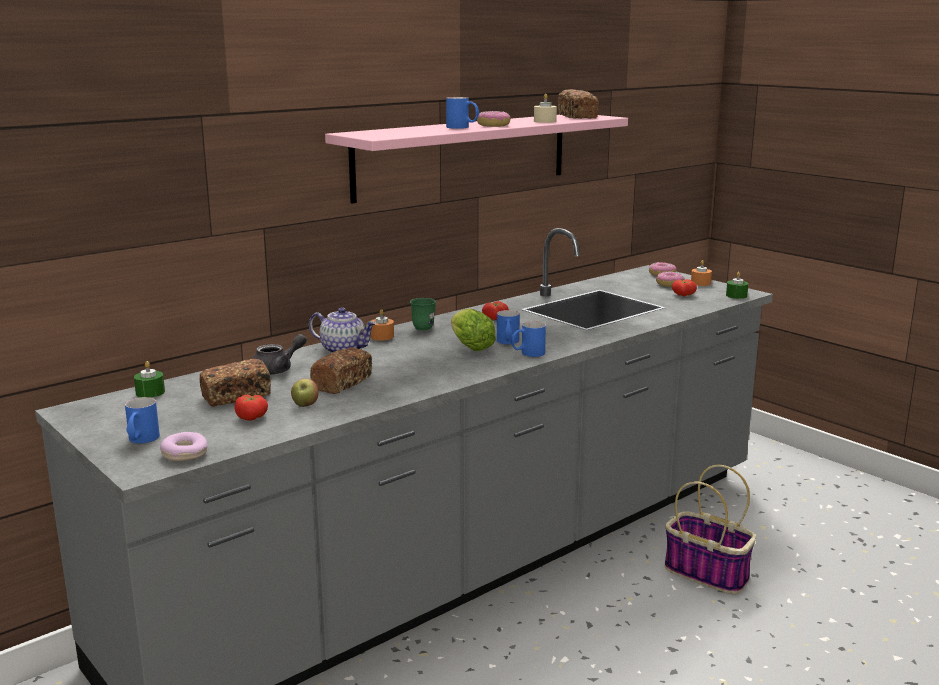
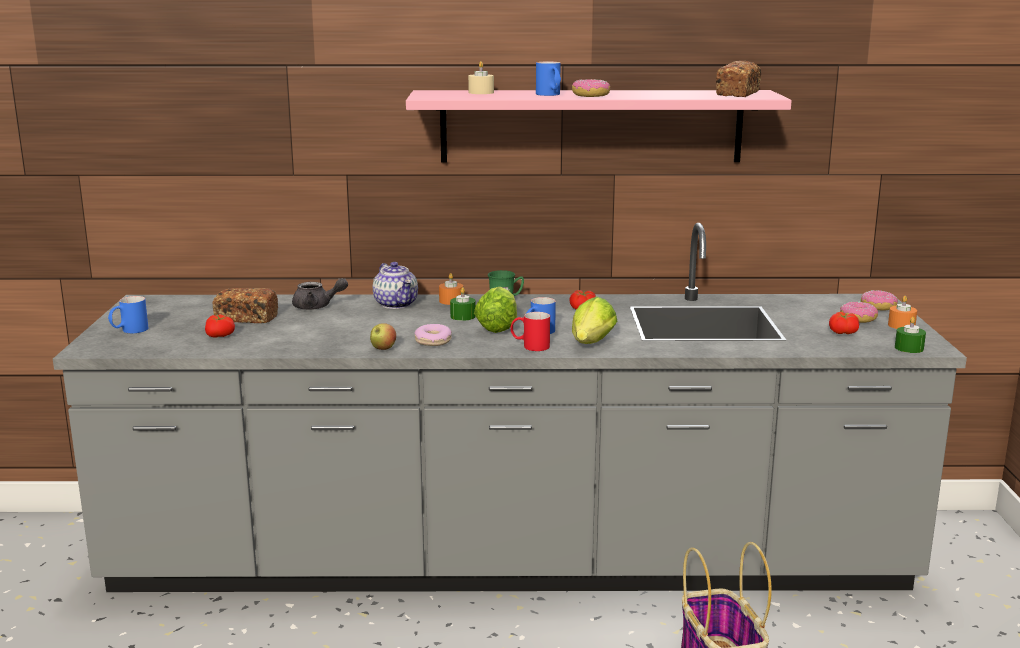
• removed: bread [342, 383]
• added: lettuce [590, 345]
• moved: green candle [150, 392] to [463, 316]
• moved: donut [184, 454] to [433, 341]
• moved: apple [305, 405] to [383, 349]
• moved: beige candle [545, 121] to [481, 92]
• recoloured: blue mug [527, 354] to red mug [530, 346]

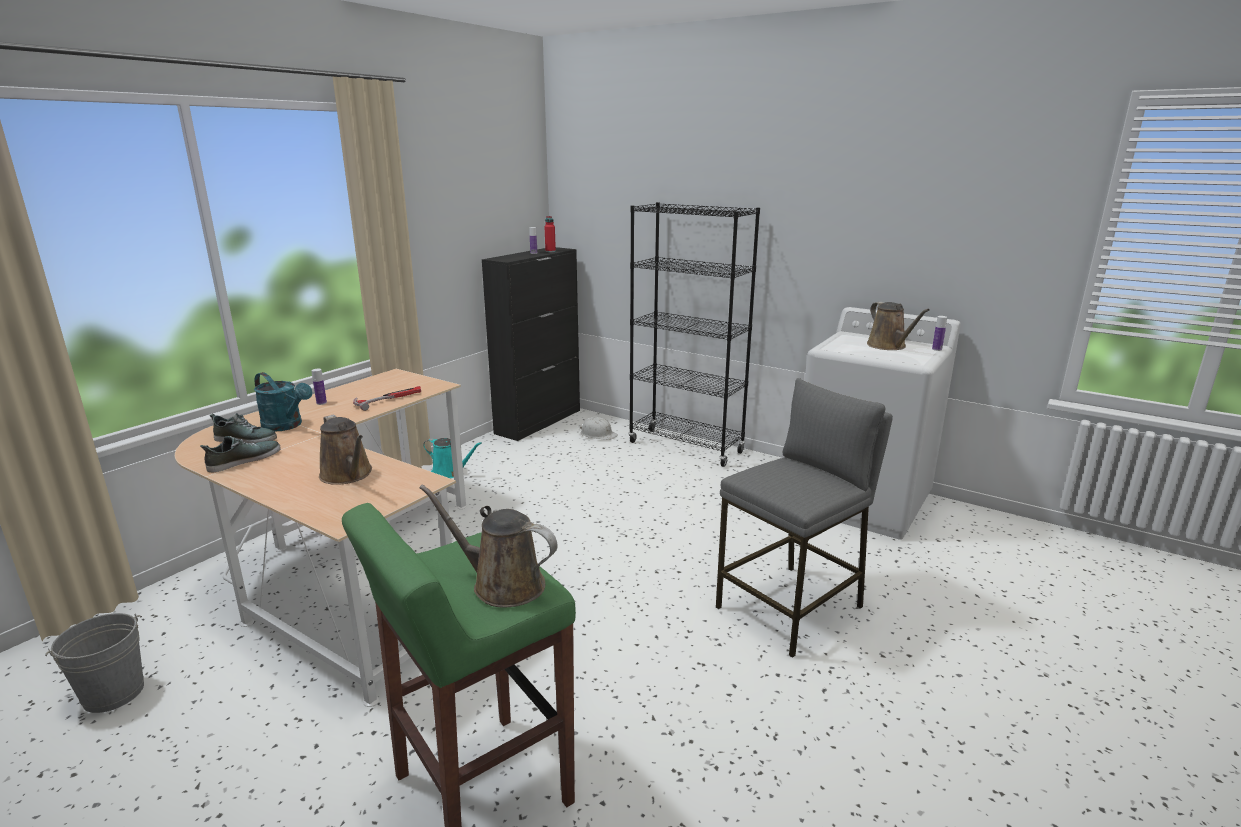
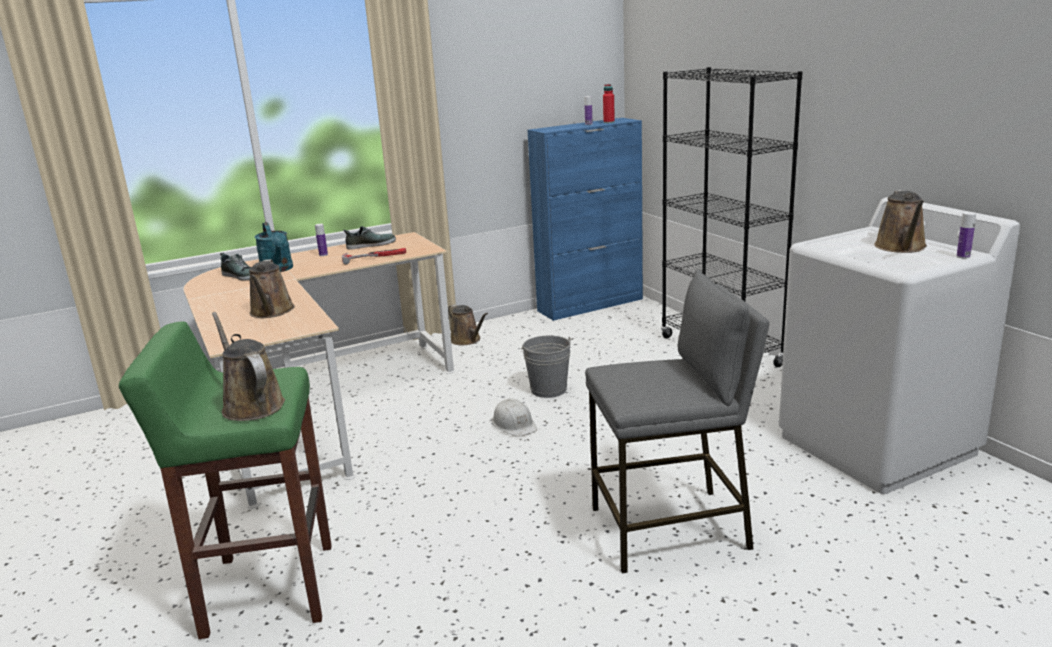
• moved: grey bucket [113, 693] to [548, 389]
• moved: shoe [244, 460] to [371, 245]
• moved: white hard hat [598, 434] to [514, 424]
• recoloured: turquoise watering can [450, 472] to brown watering can [467, 340]
• recoloured: black cabinet [539, 421] to blue cabinet [591, 305]

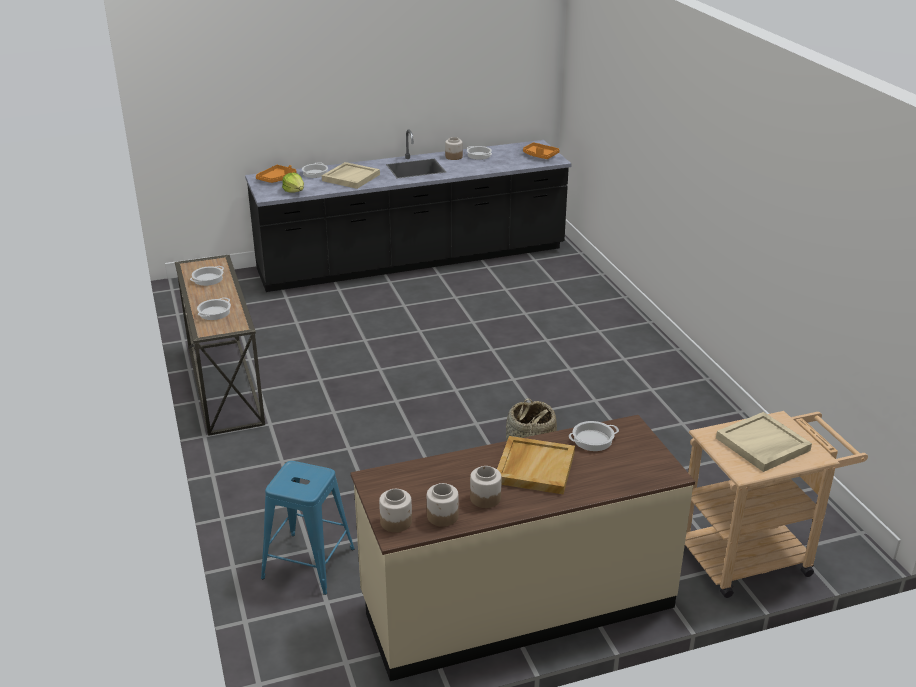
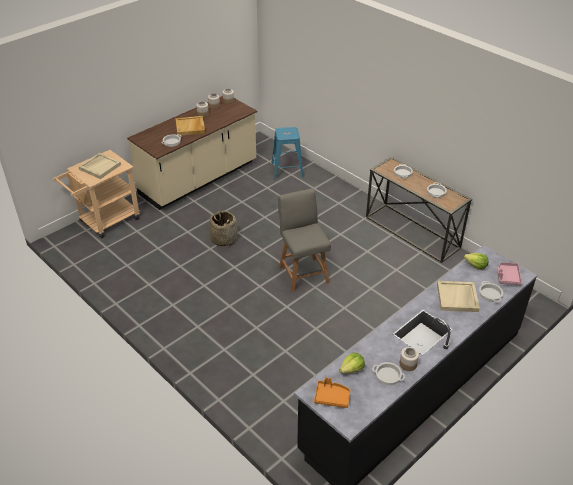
• added: grey chair [303, 273]
• added: lettuce [352, 369]
• recoloured: orange tray [276, 179] to pink tray [507, 277]

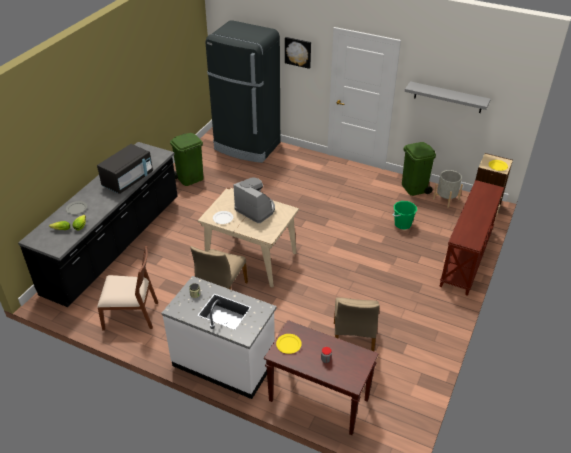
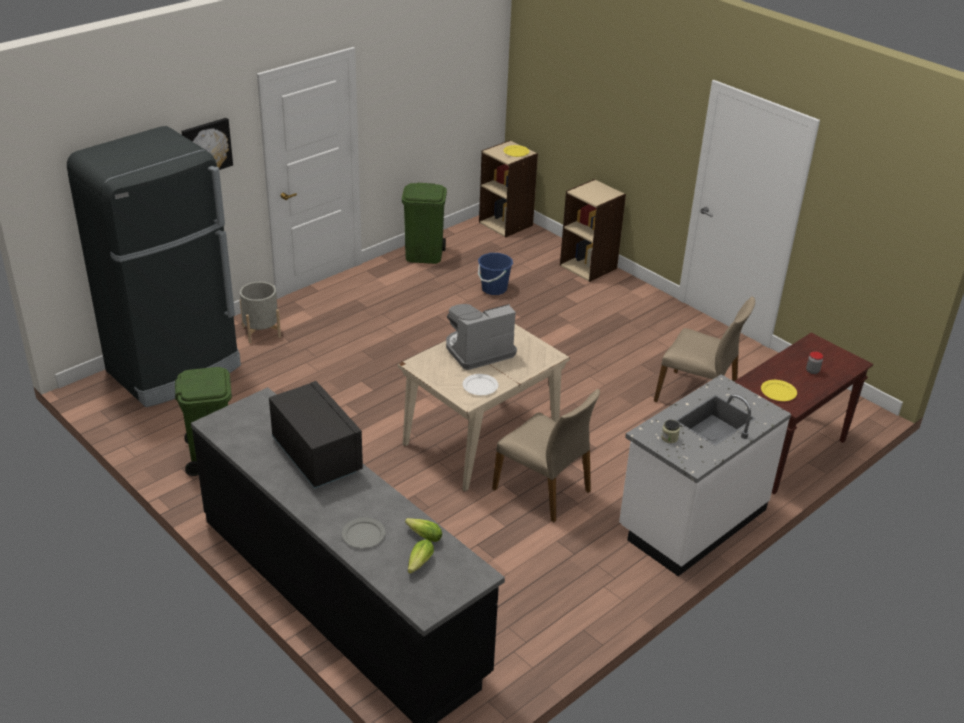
• removed: brown chair [131, 315]
• removed: grey shelf [448, 97]
• moved: grey planter [446, 199] to [261, 331]
• replaced: brown console table [467, 258] to beige bookcase [588, 266]
• recoloured: green bucket [402, 224] to blue bucket [494, 289]

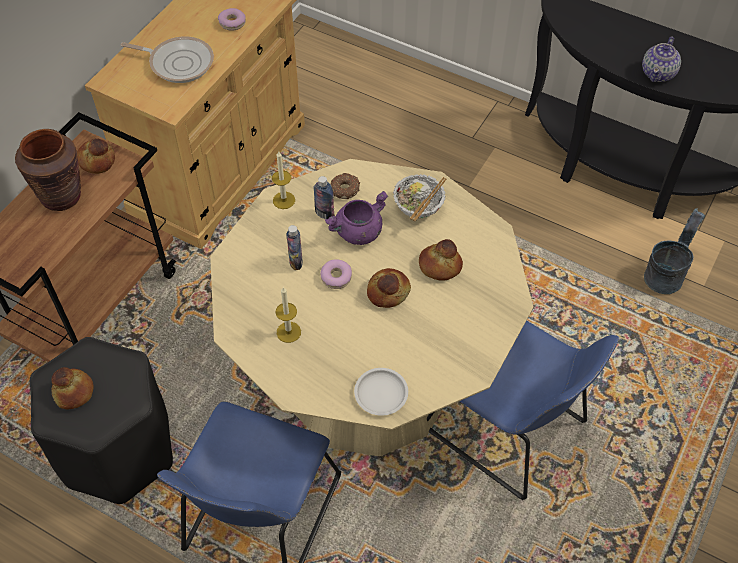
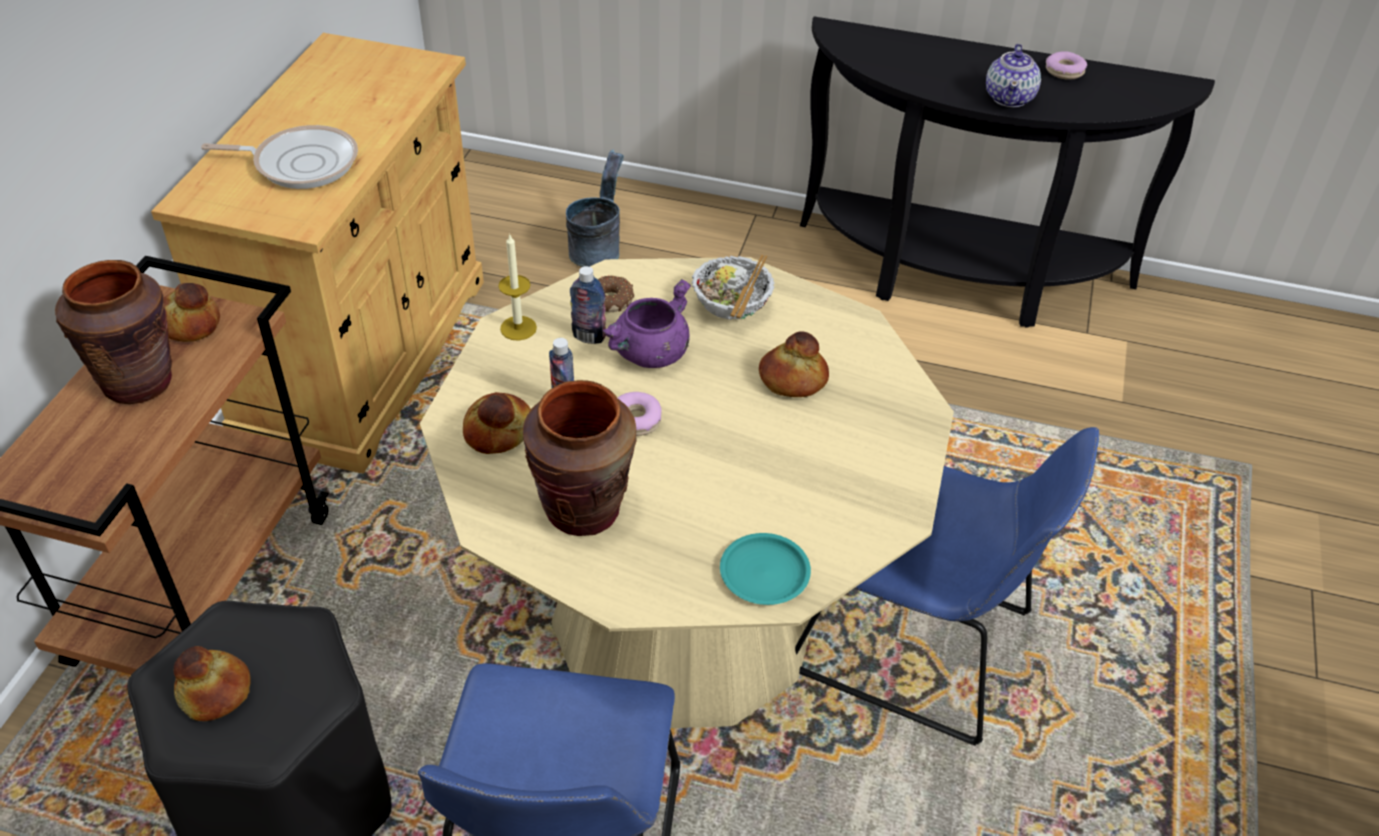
• moved: donut [232, 23] to [1064, 71]
• moved: bread [388, 292] to [499, 432]
• moved: grey bucket [666, 274] to [598, 248]
• replaced: candle [288, 332] to brown vase [583, 510]
• recoloured: white plate [381, 393] to turquoise plate [764, 573]

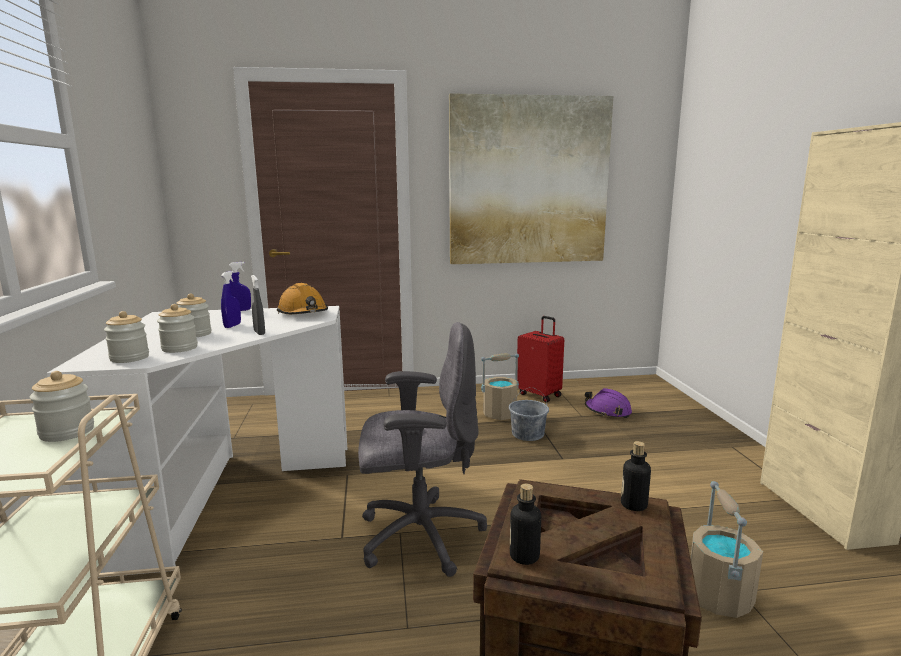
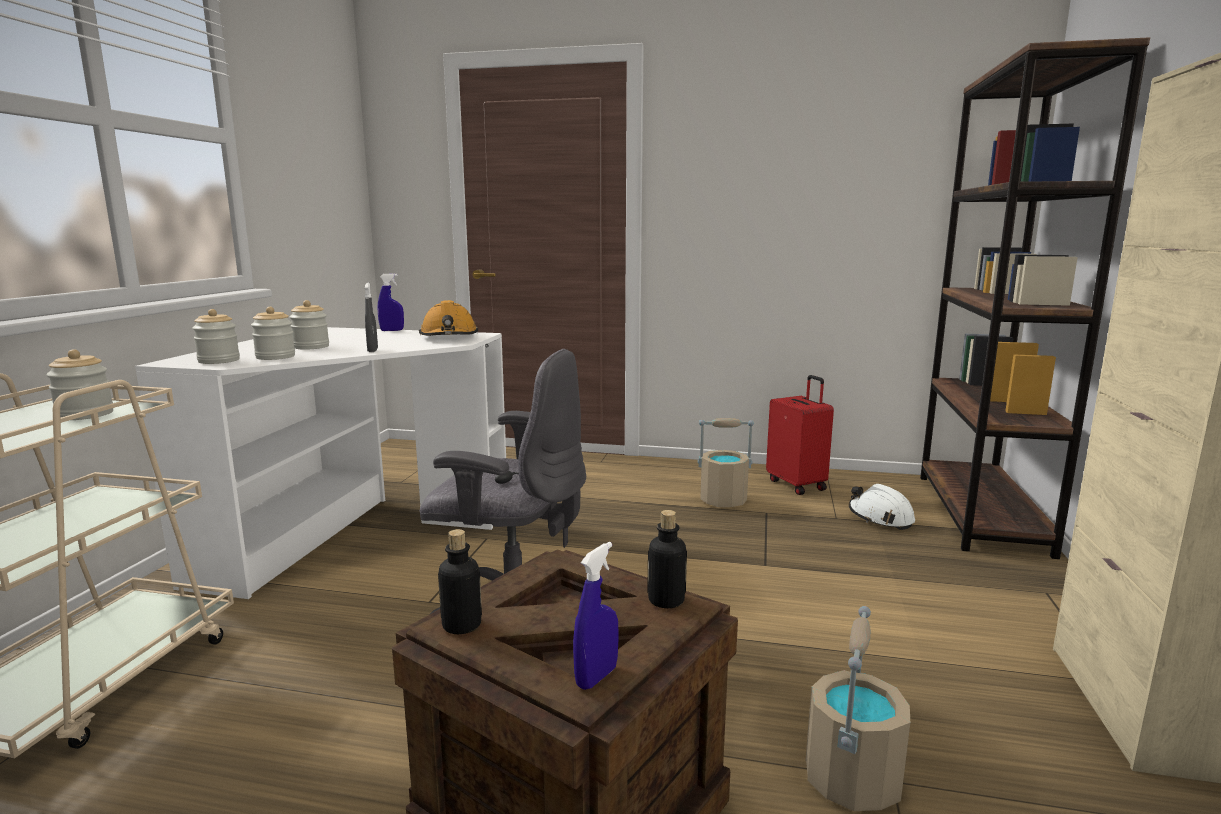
• removed: picture [528, 181]
• removed: grey bucket [528, 434]
• added: brown bookcase [980, 513]
• moved: blue spray bottle [232, 326] to [596, 677]
• recoloured: purple hard hat [607, 411] to white hard hat [880, 518]

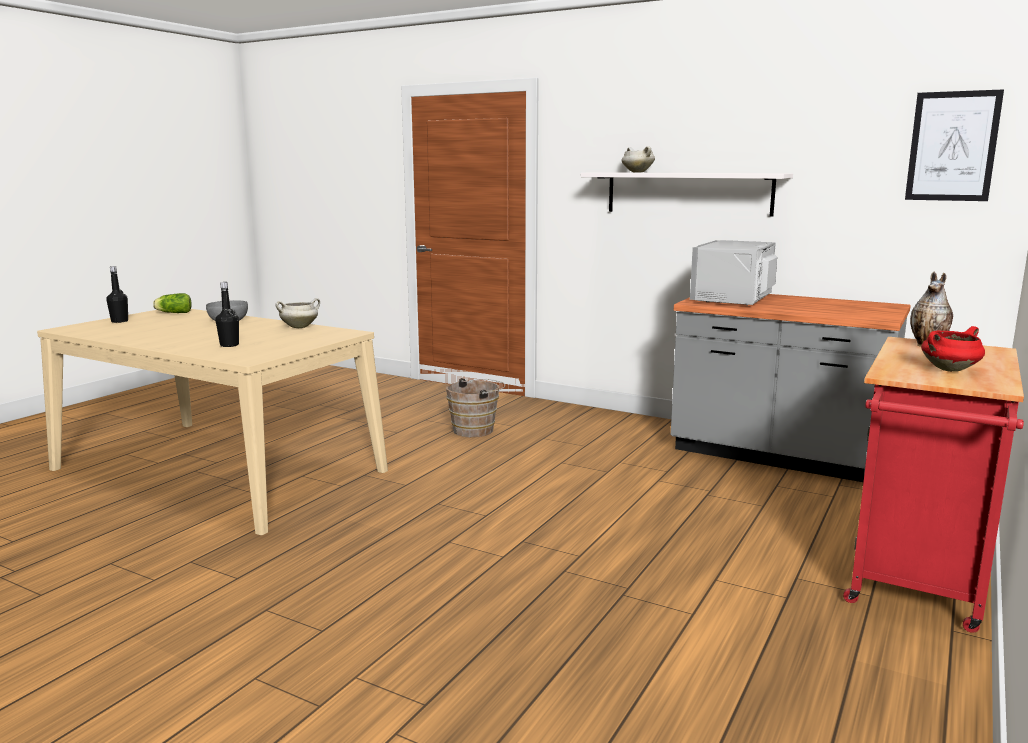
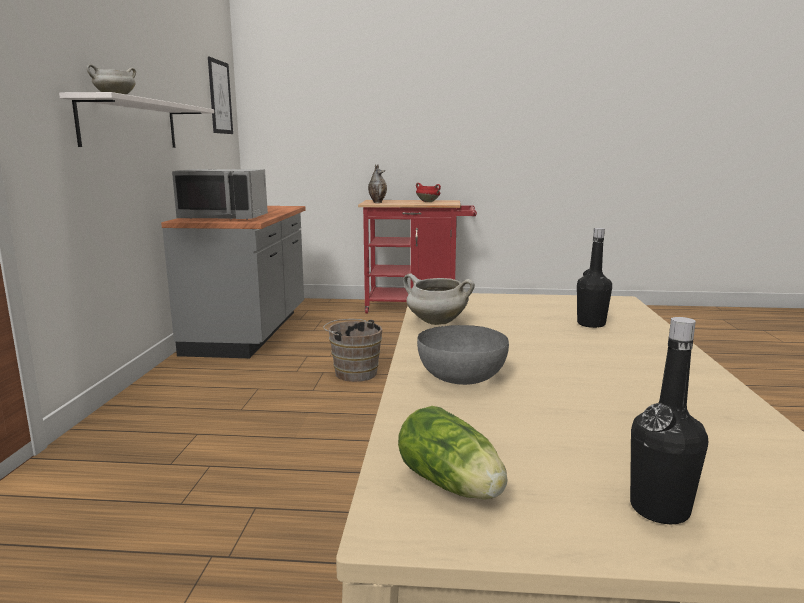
• moved: brown bucket [476, 430] to [353, 372]

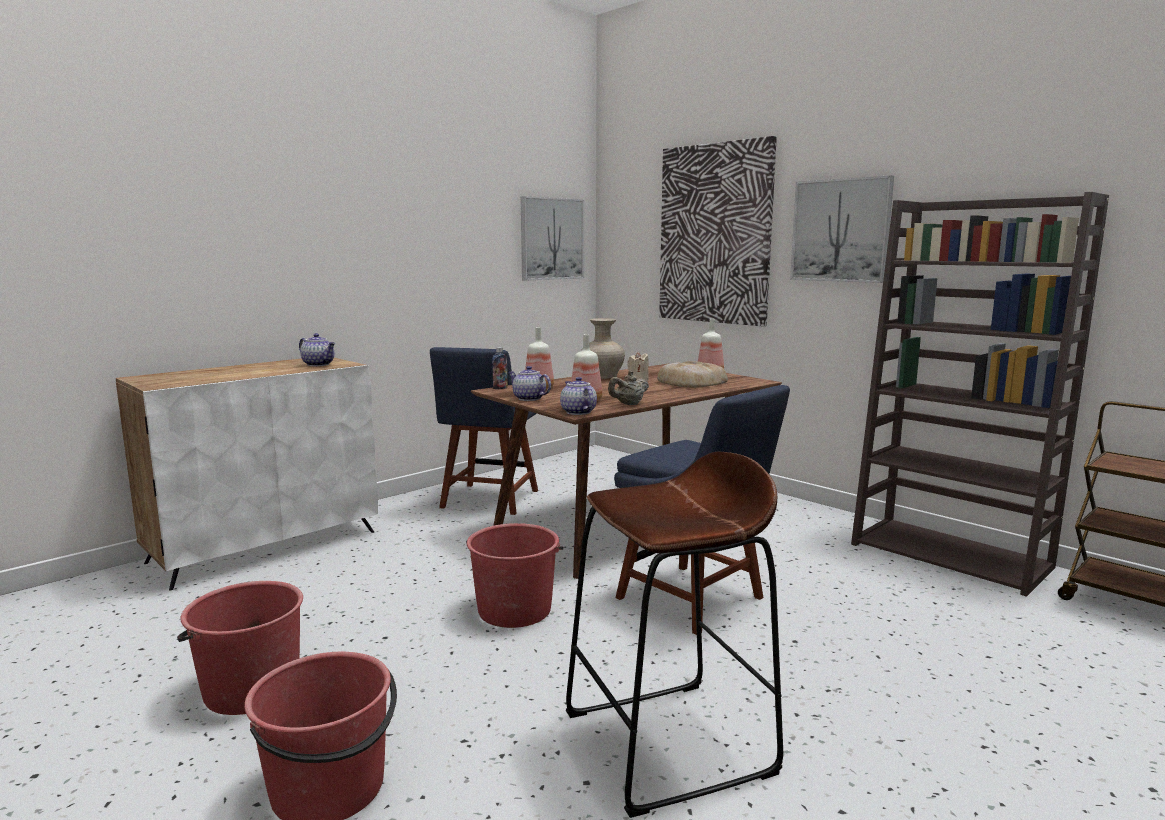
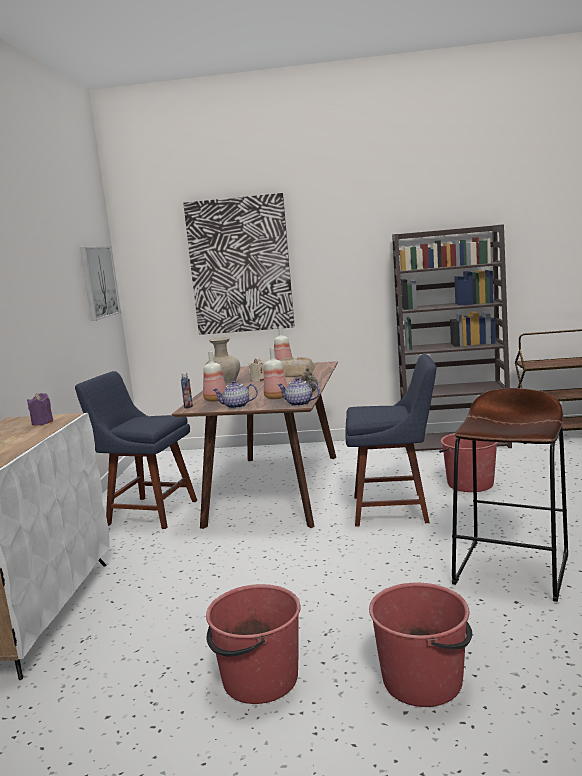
• removed: picture [841, 230]
• moved: red bucket [514, 610] to [469, 484]
• replaced: teapot [319, 364] to purple candle [42, 422]
• turned: blue chair [488, 501] = [148, 512] 135 degrees clockwise

